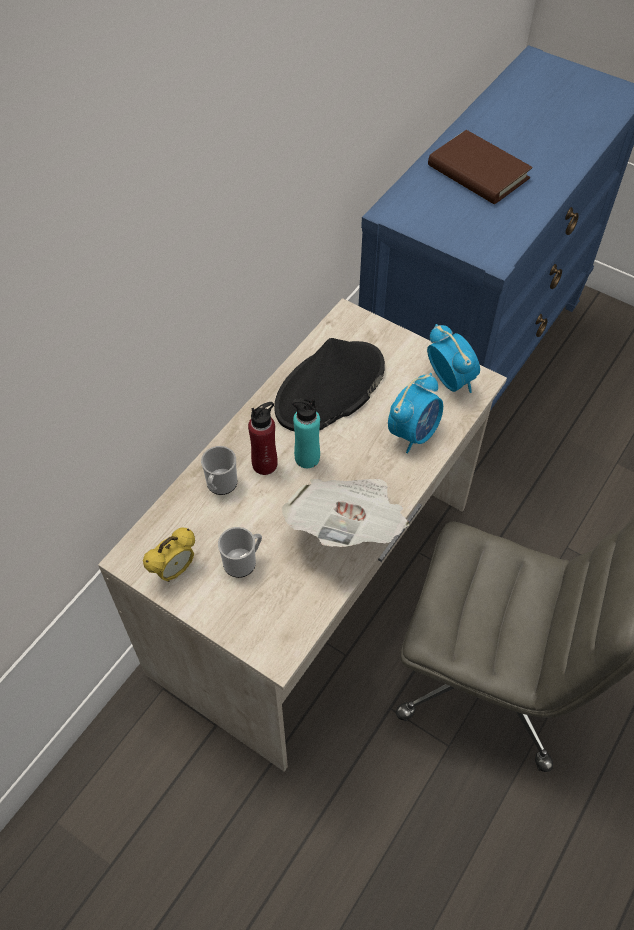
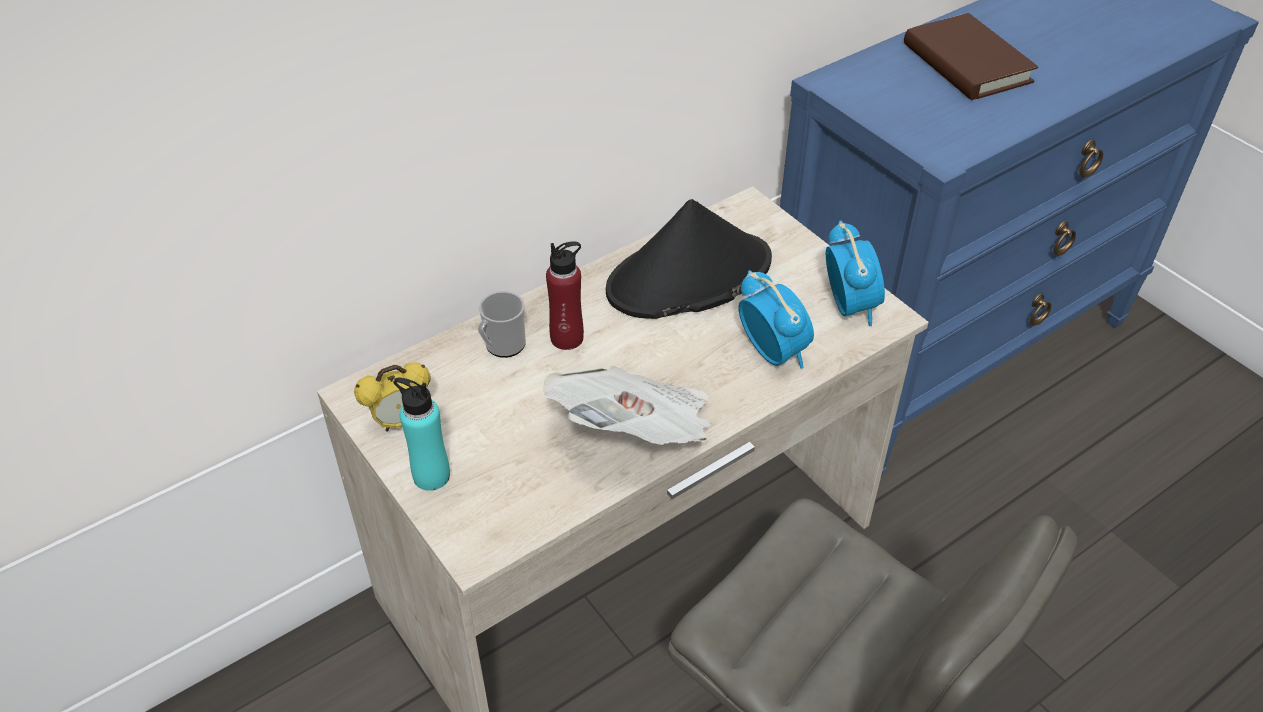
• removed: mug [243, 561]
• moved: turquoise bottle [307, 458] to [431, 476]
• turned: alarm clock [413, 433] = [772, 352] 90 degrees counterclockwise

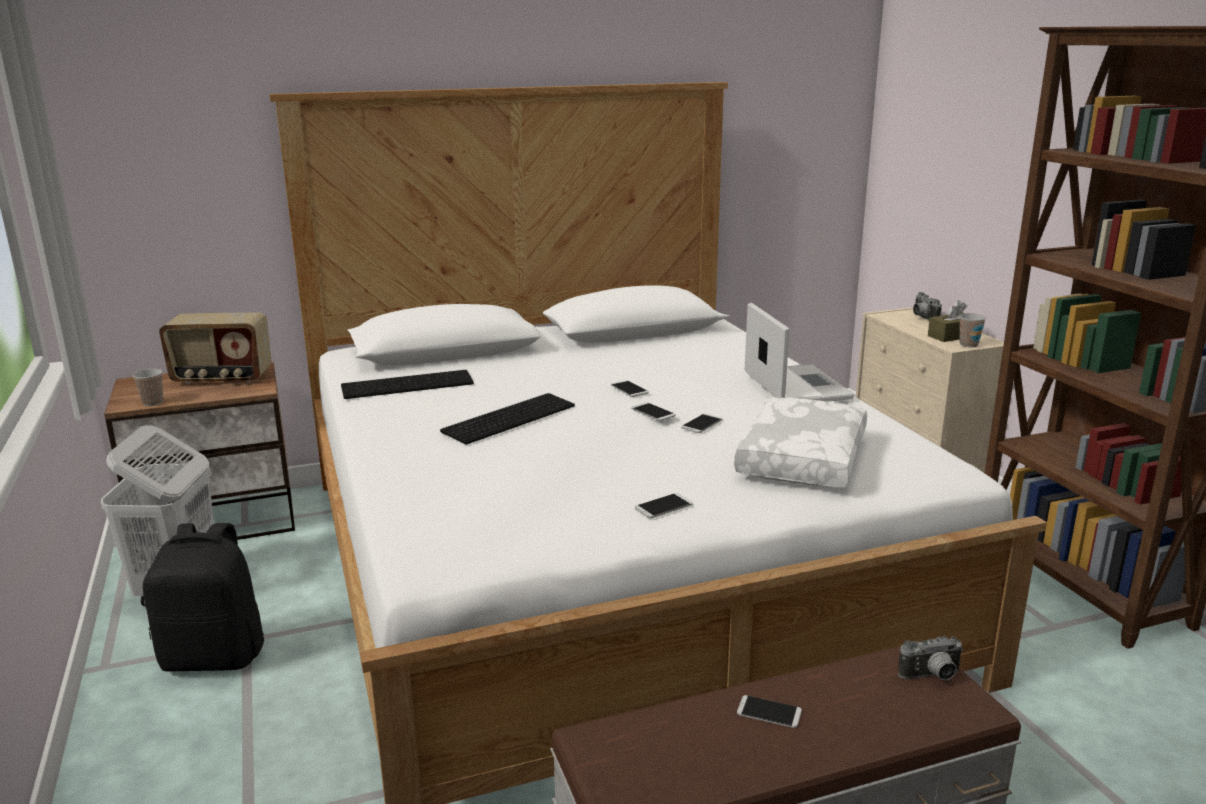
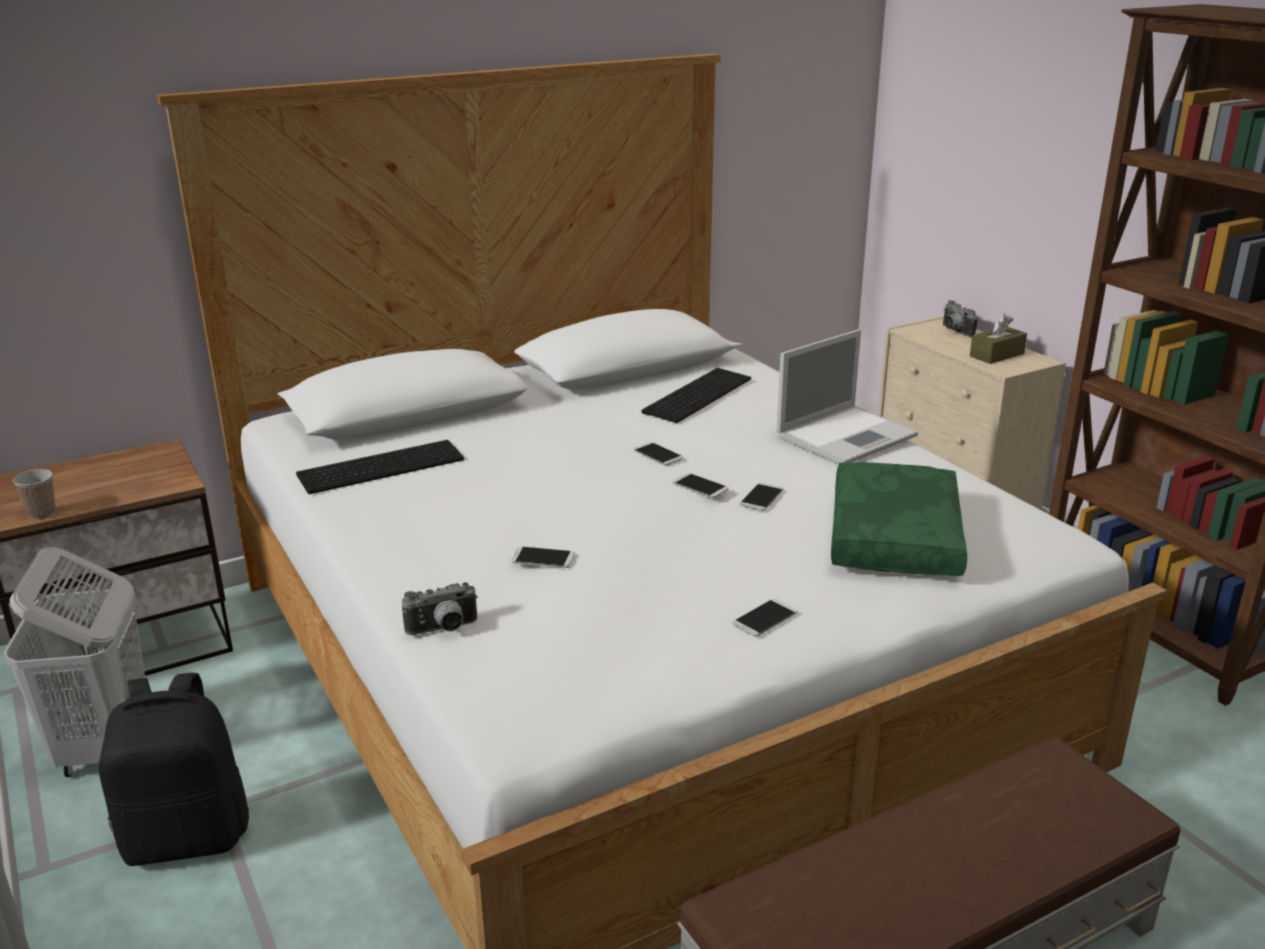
• removed: radio [222, 378]
• removed: cup [968, 344]
• moved: keyboard [509, 417] to [696, 394]
• moved: phone [769, 712] to [543, 558]
• moved: photo camera [932, 677] to [443, 630]
• recoloured: white pillow [799, 458] to green pillow [891, 536]
• turned: laptop [795, 385] = [848, 435] 75 degrees clockwise

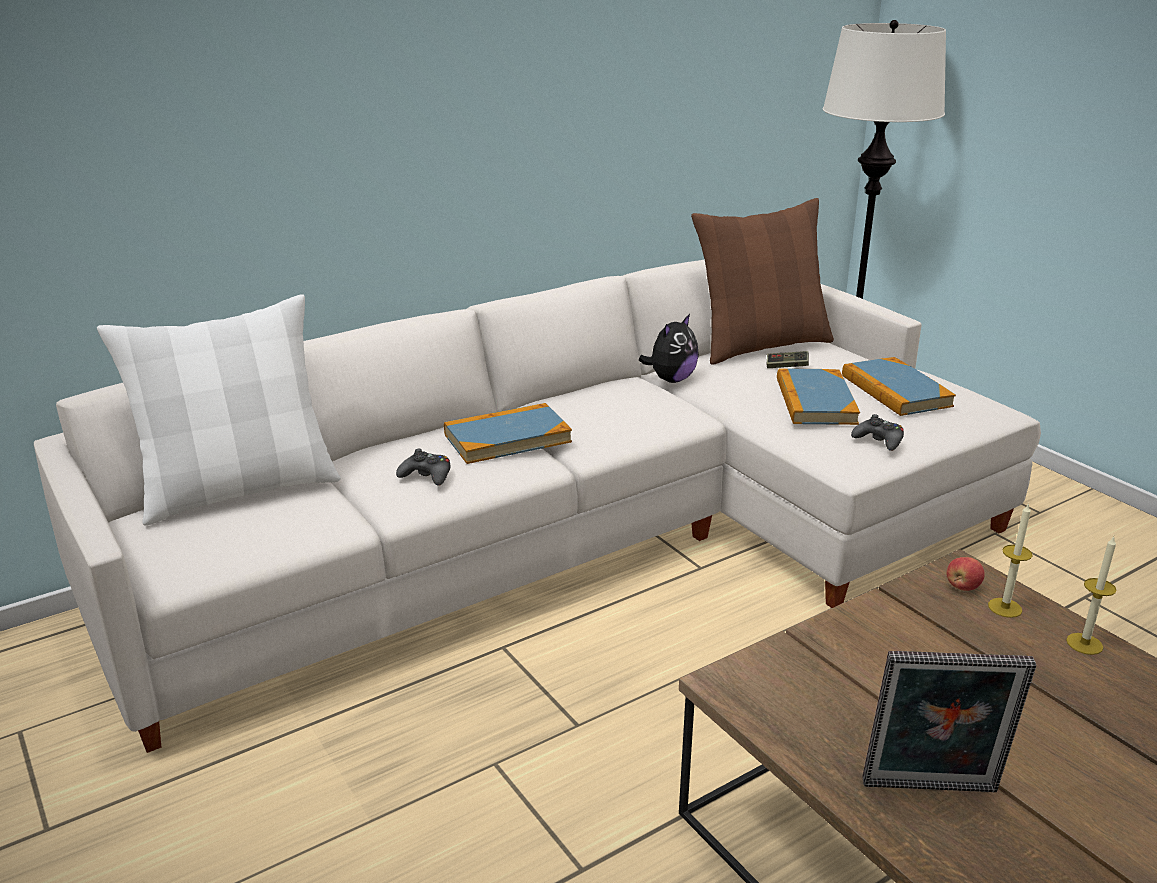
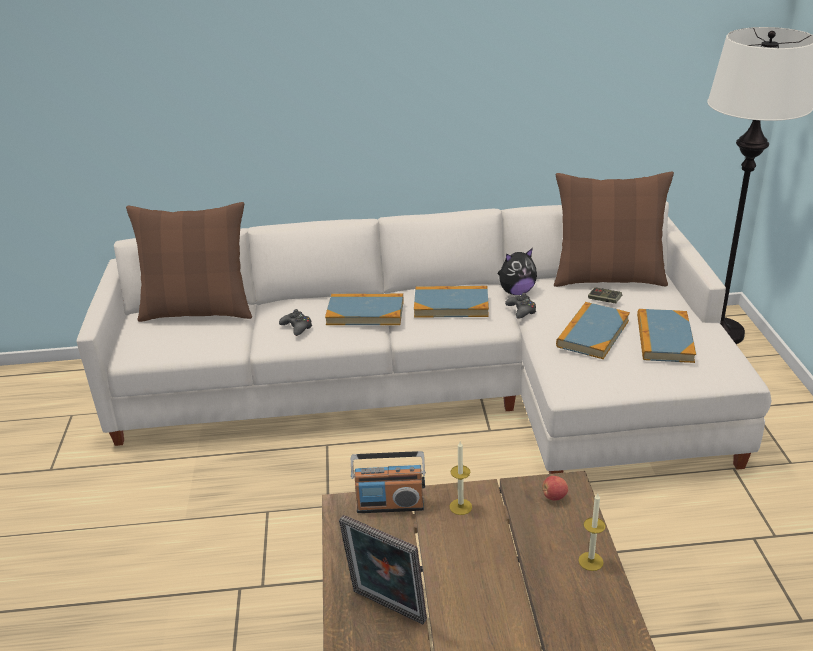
• added: radio [390, 505]
• added: book [451, 305]
• moved: black game controller [879, 440] to [521, 310]
• moved: candle [1005, 607] to [460, 507]
• recoloured: white pillow [239, 490] to brown pillow [198, 311]

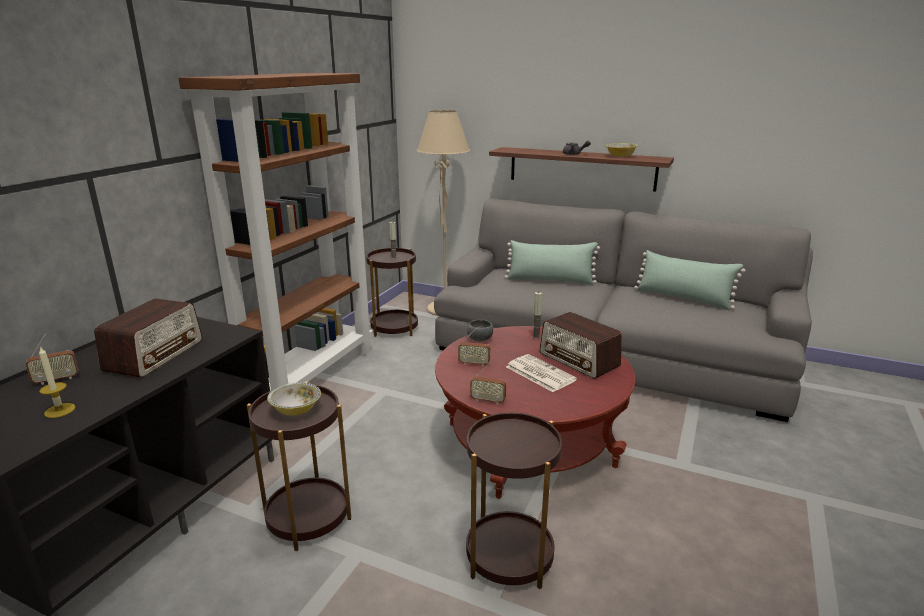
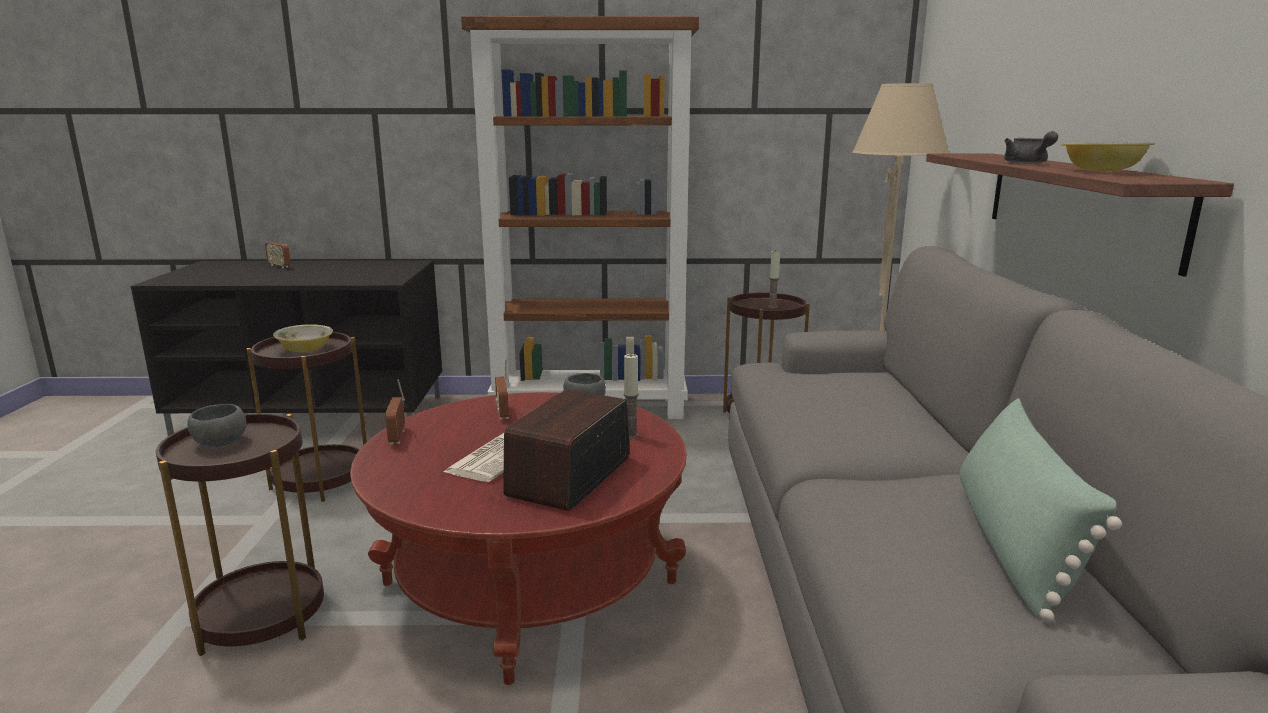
• removed: candle [59, 410]
• removed: radio [155, 355]
• removed: green pillow [550, 280]
• added: grey bowl [219, 443]

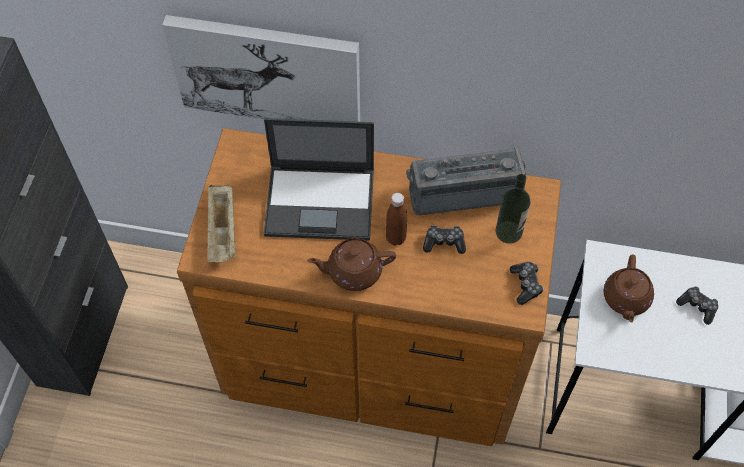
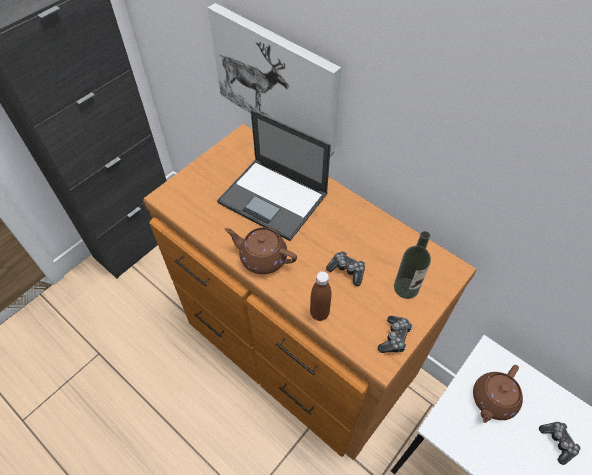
• removed: beige tray [223, 232]
• removed: radio [463, 191]
• moved: brown bottle [396, 238] to [319, 313]

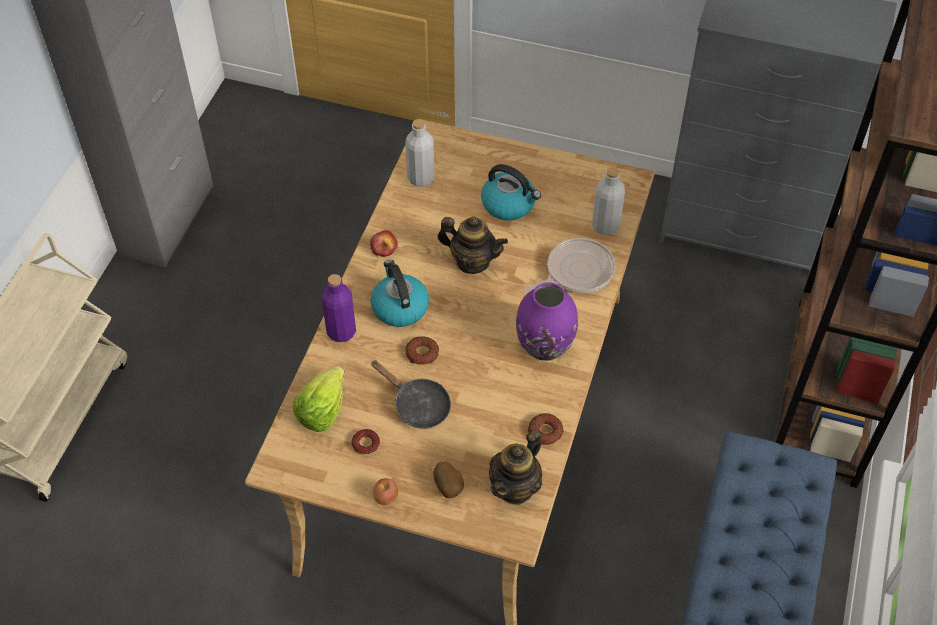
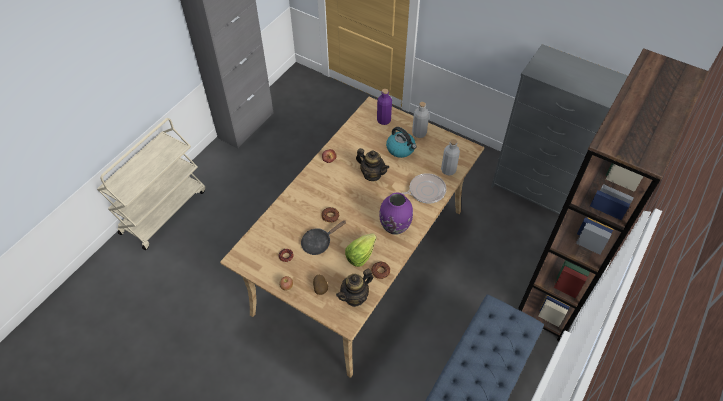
• removed: kettle [399, 307]
• moved: lettuce [322, 410] to [360, 255]
• moved: purple bottle [341, 331] to [383, 120]
• moved: grey bottle [421, 178] to [419, 133]
• turned: black frying pan [417, 405] = [319, 242] 90 degrees clockwise

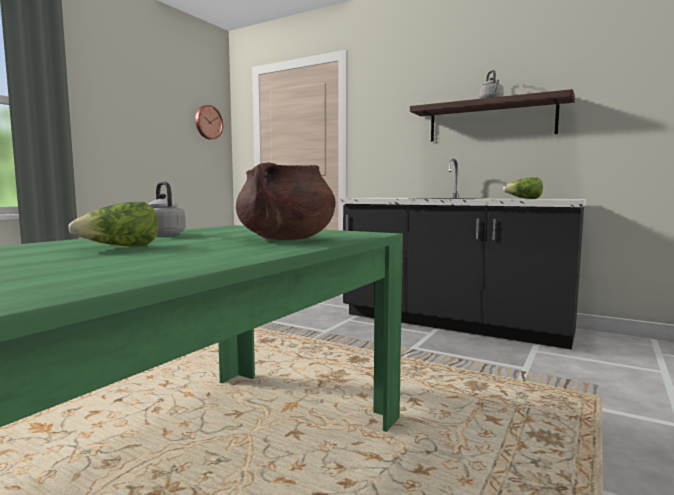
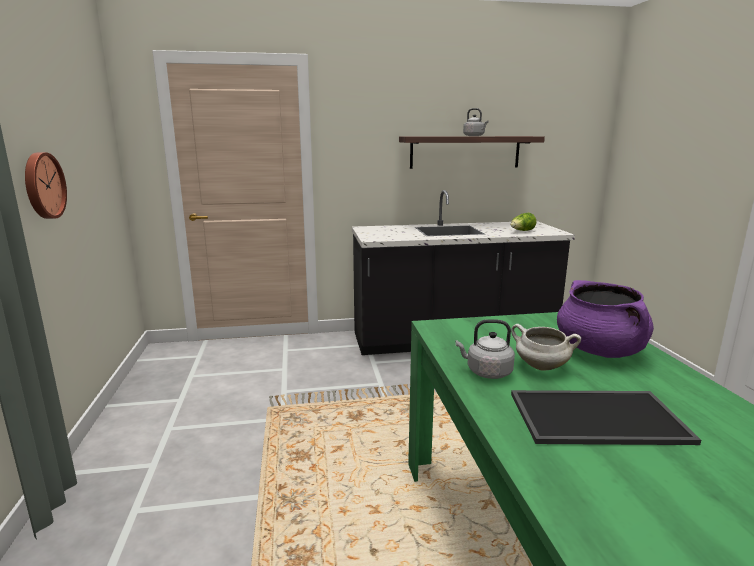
• added: white cooking pot [540, 367]
• moved: wall clock [208, 122] to [42, 186]
• replaced: lettuce [120, 247] to tray [598, 416]
• recoloured: brown cooking pot [286, 239] to purple cooking pot [600, 350]

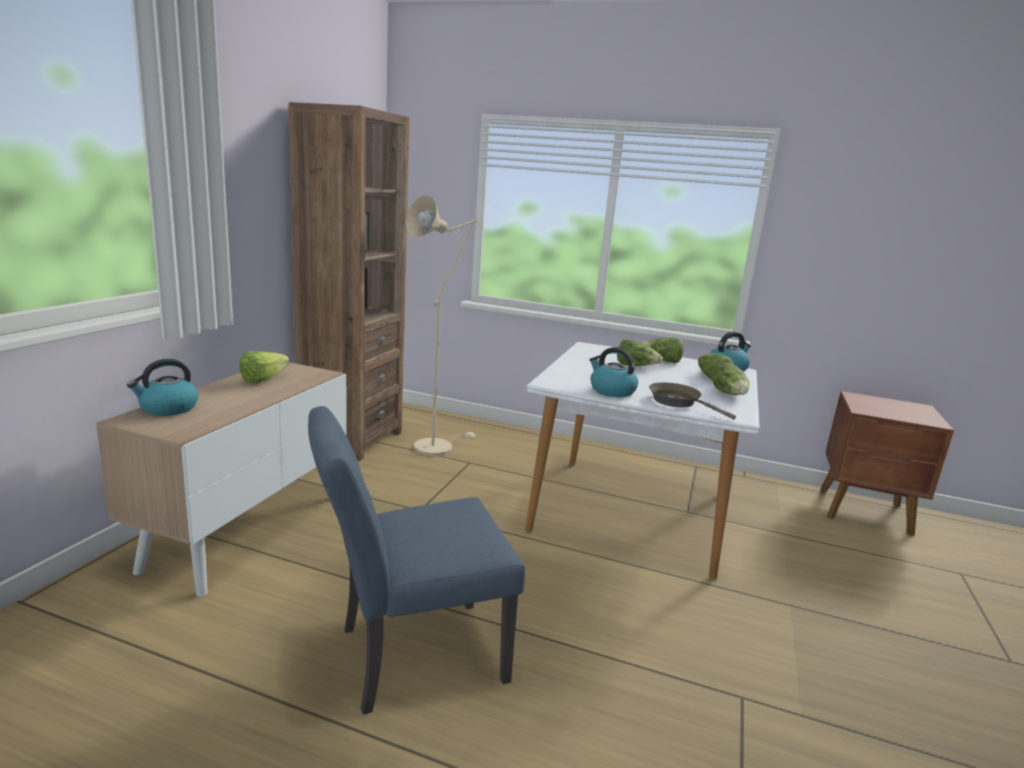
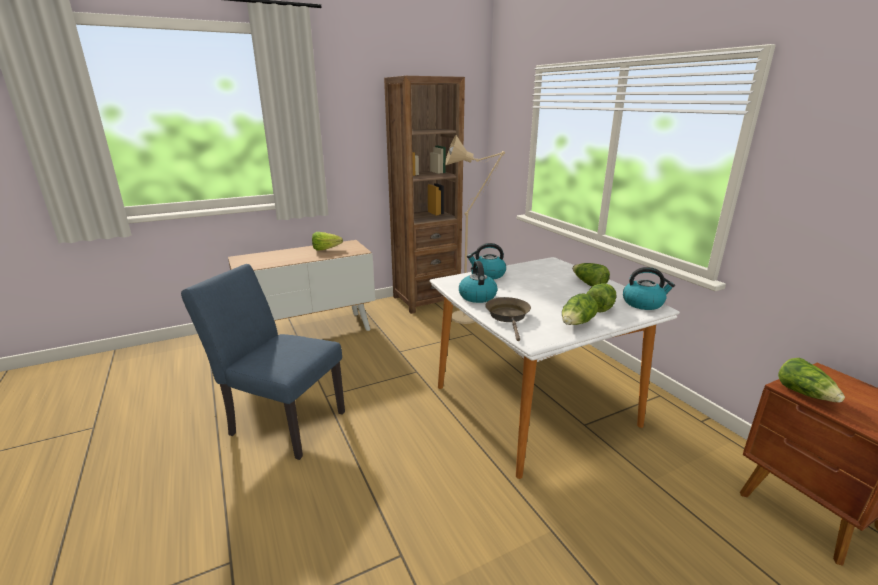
• moved: kettle [168, 408] to [487, 275]
• moved: lettuce [636, 366] to [804, 394]

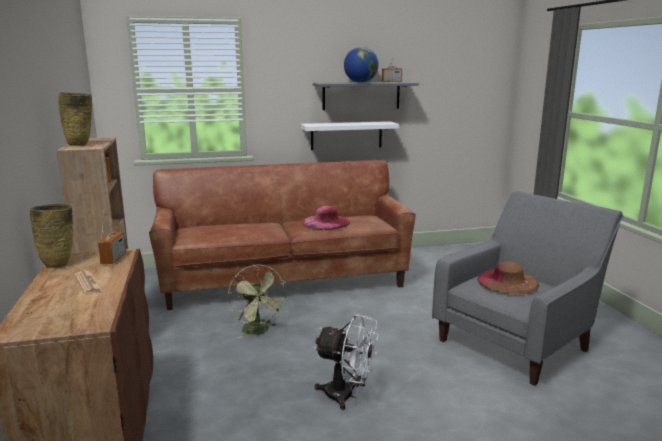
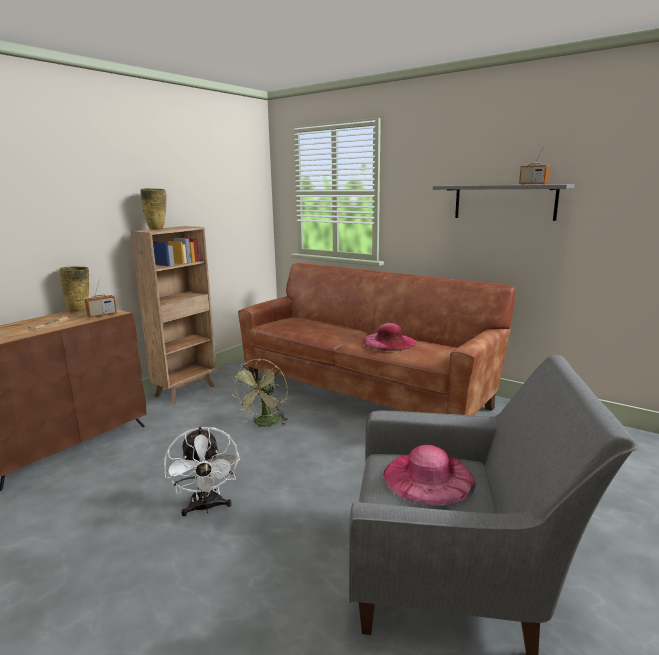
• removed: white shelf [346, 135]
• removed: globe [360, 82]
• recoloured: brown hat [507, 282] to pink hat [428, 477]

